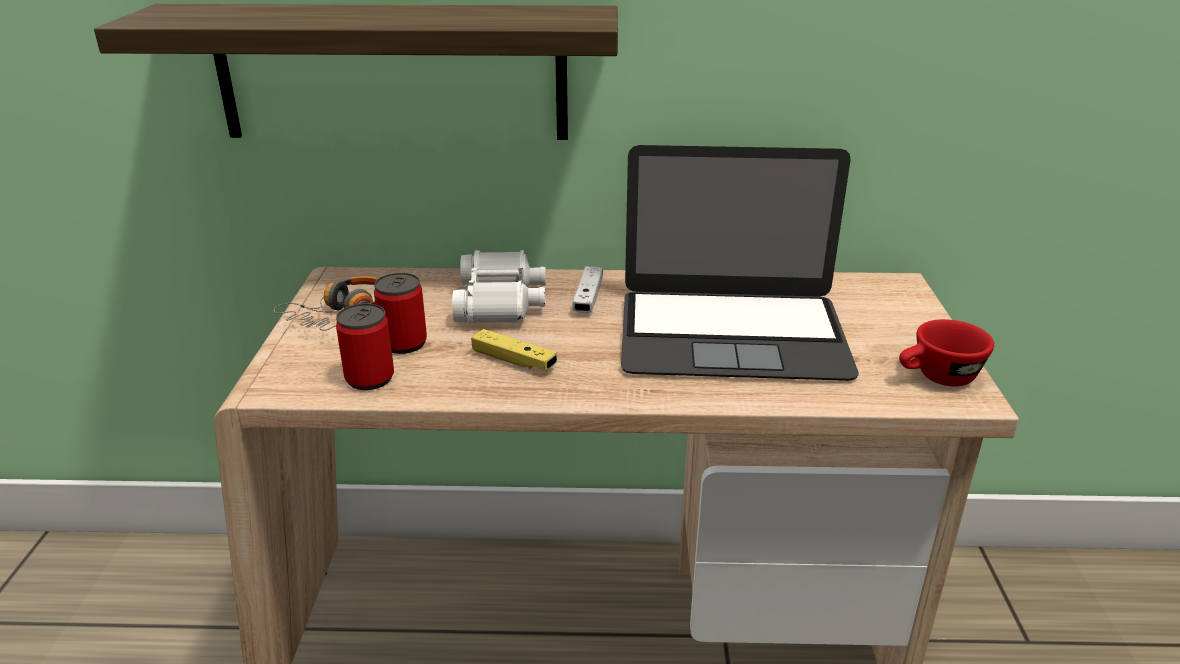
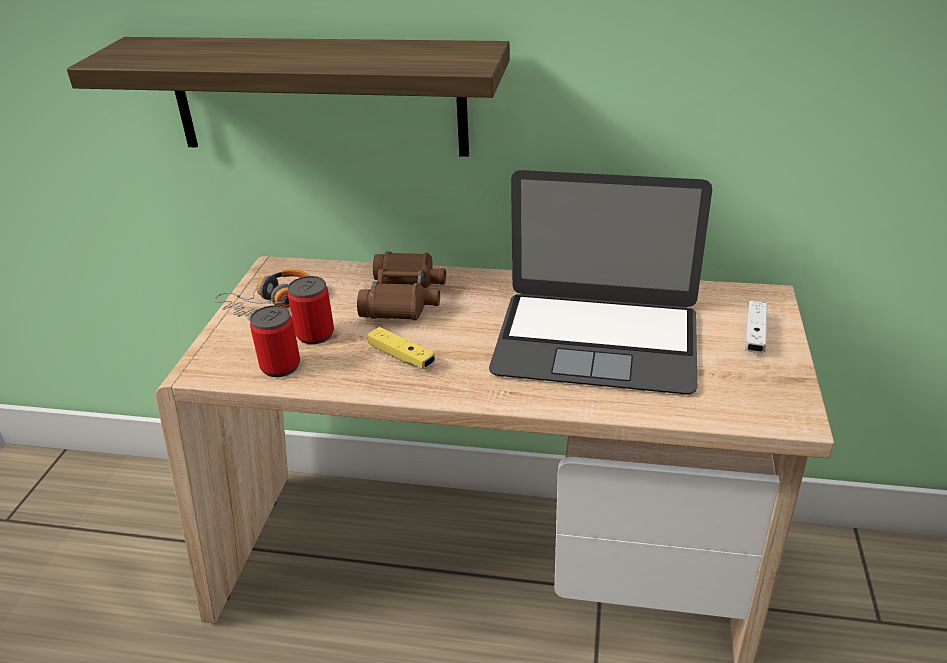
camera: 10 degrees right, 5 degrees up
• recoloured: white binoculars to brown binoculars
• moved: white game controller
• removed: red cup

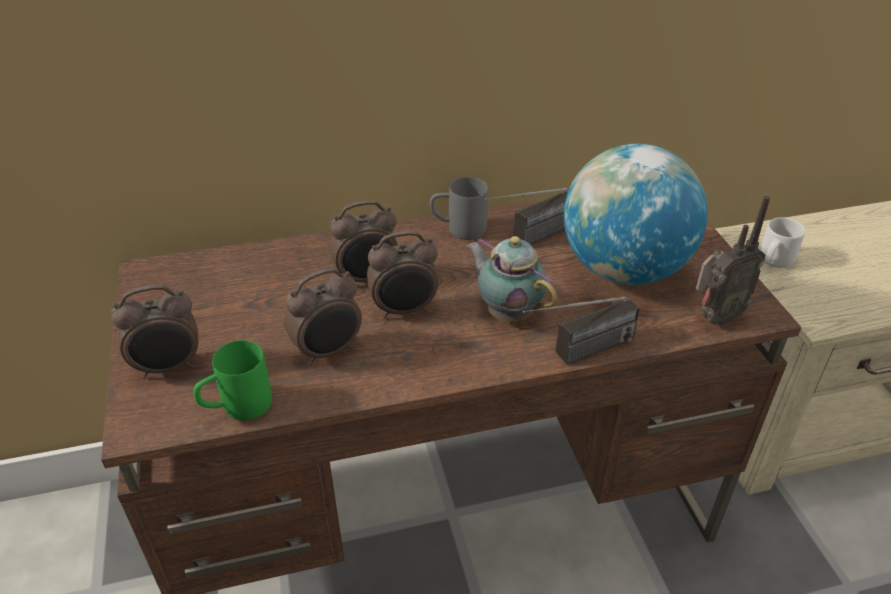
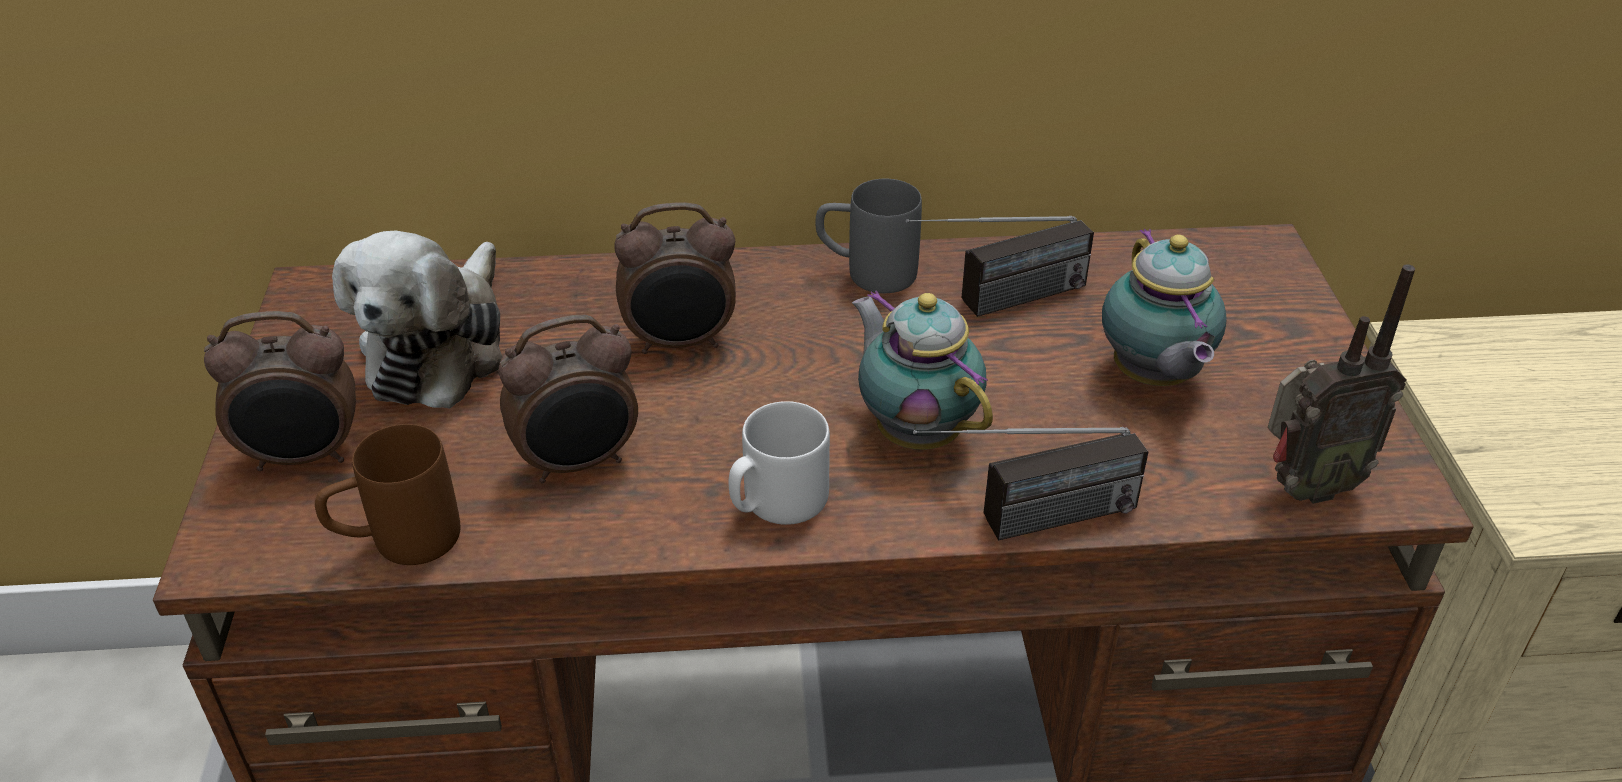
camera: 10 degrees right, 0 degrees up
• recoloured: green mug to brown mug
• added: plush toy
• moved: grey mug (2nd from left in the first image) to grey mug (1st from left)
• replaced: globe to teapot (2nd from left)
• removed: alarm clock (4th from left)

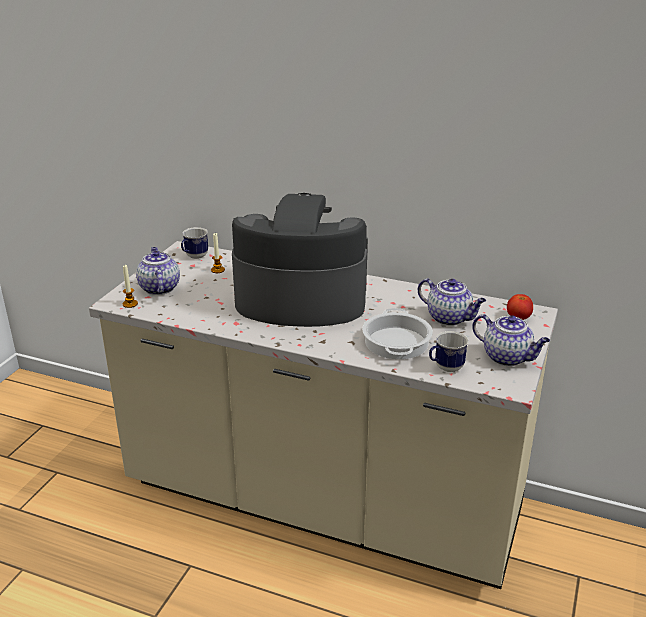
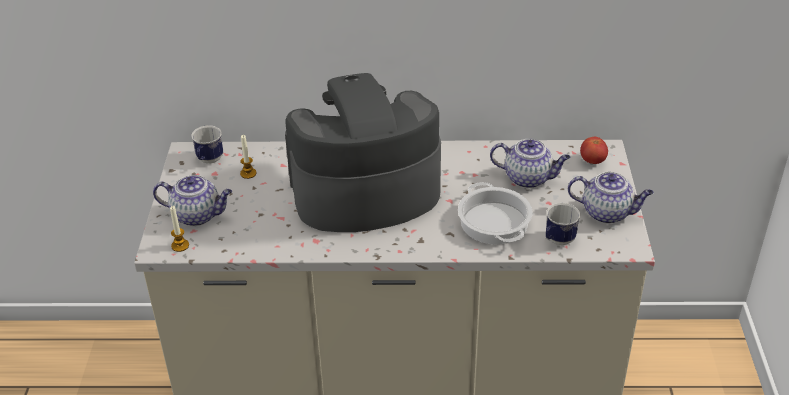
camera: 20 degrees left, 10 degrees up
• turned: teapot (1st from left) 135 degrees clockwise

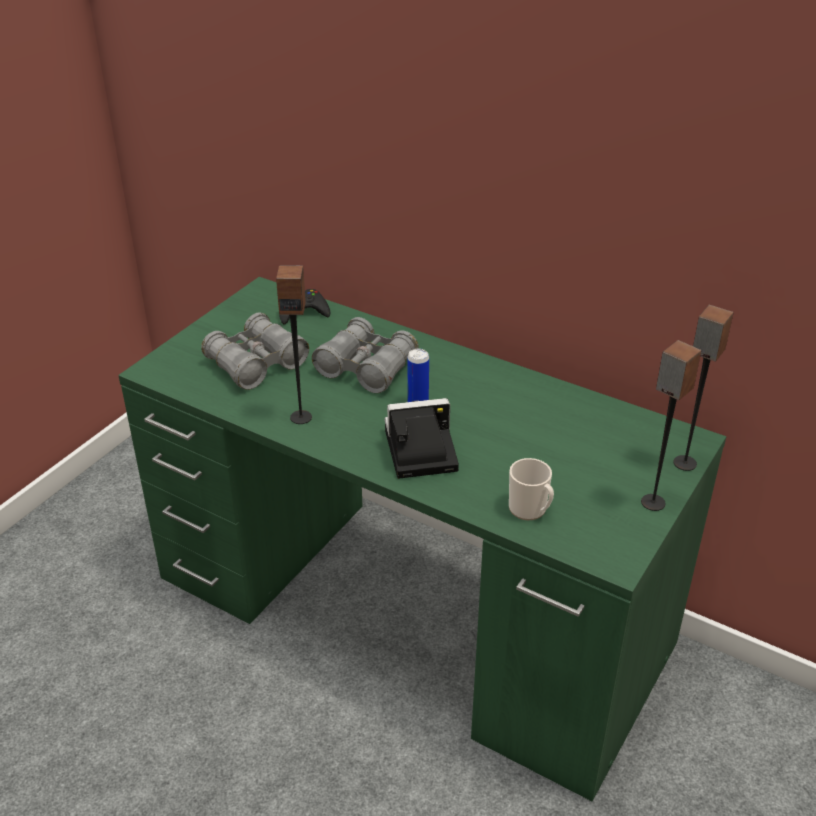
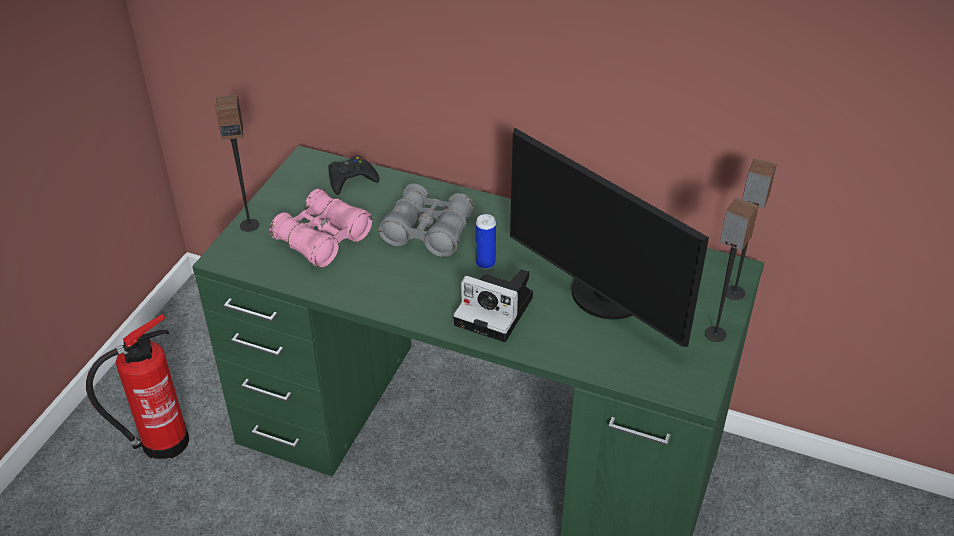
camera: 10 degrees left, 5 degrees up
• added: fire extinguisher
• moved: speaker (1st from left)
• recoloured: grey binoculars (1st from left) to pink binoculars
• turned: photo camera 135 degrees counterclockwise
• added: monitor
• removed: mug

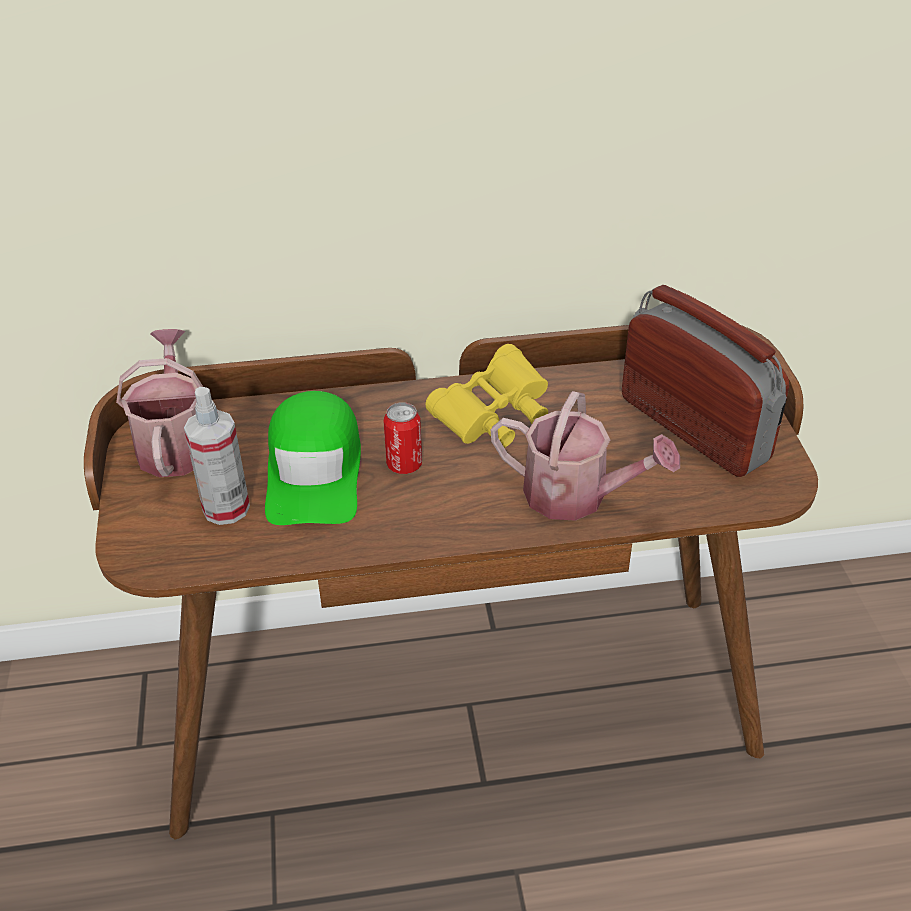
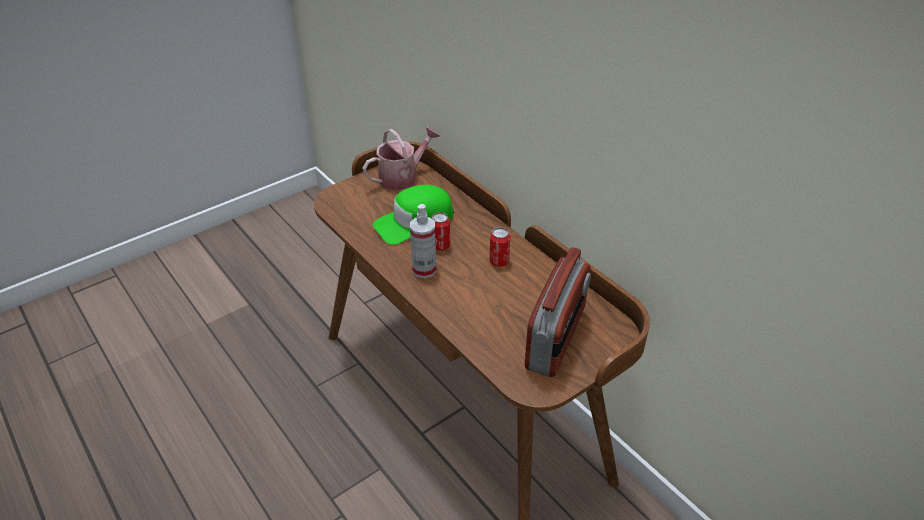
camera: 60 degrees right, 0 degrees up
• moved: spray bottle
• replaced: yellow binoculars to can (2nd from left)
• removed: watering can (2nd from left)

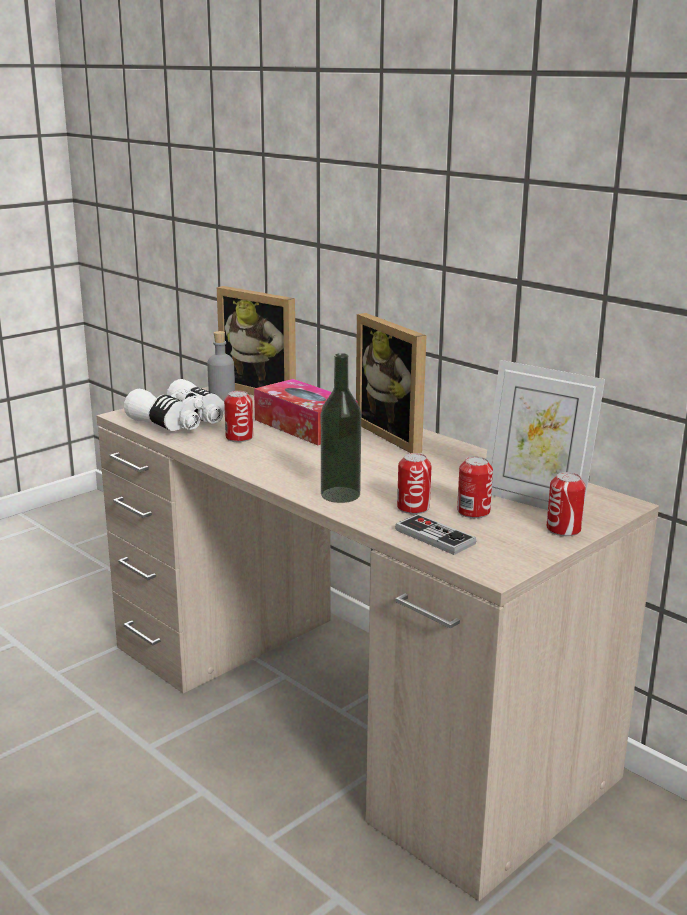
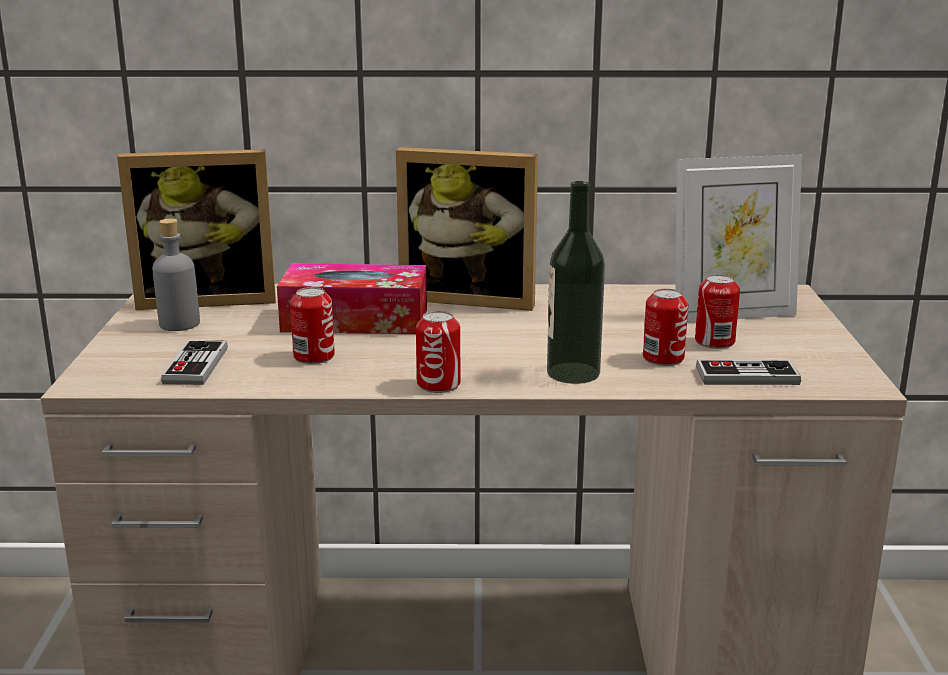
camera: 45 degrees left, 0 degrees up
• replaced: white binoculars to game controller (1st from left)
• moved: can (4th from left in the first image) to can (2nd from left)

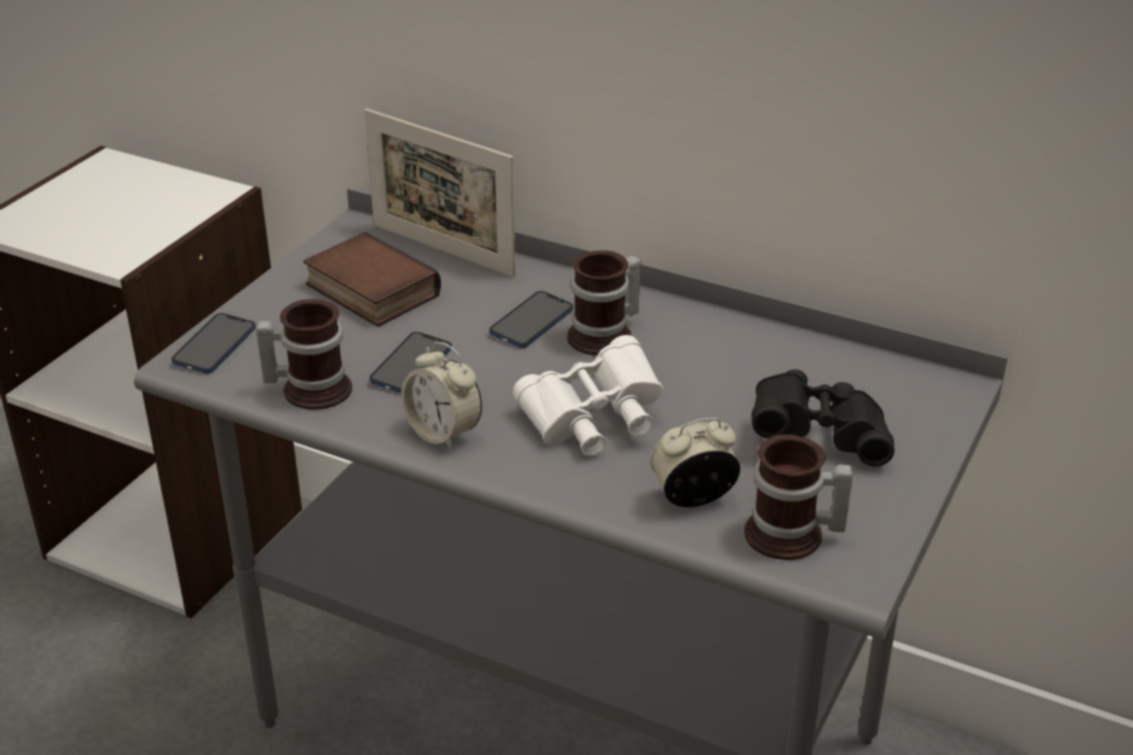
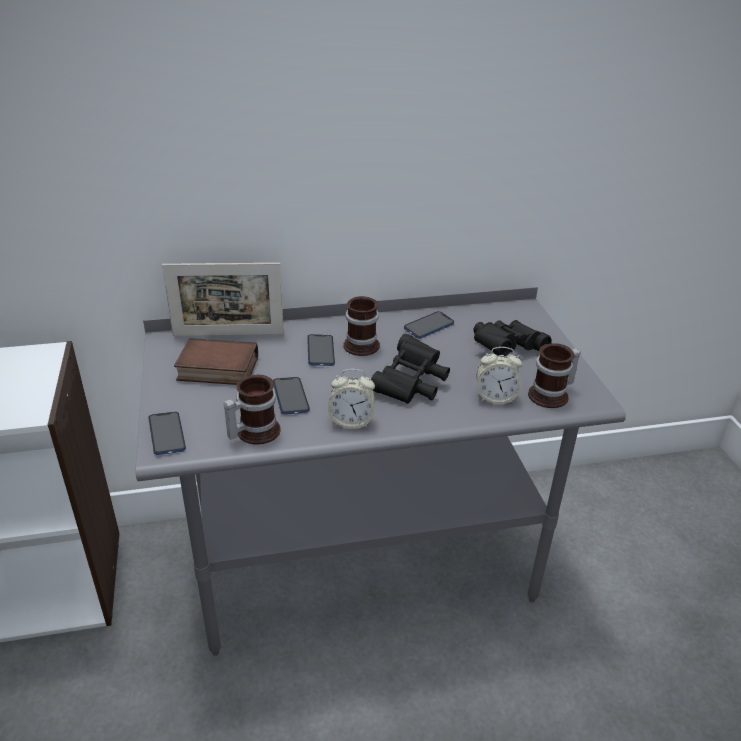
camera: 40 degrees left, 0 degrees up
• recoloured: white binoculars to black binoculars (1st from left)
• added: phone (4th from left)
• turned: alarm clock (2nd from left) 120 degrees counterclockwise

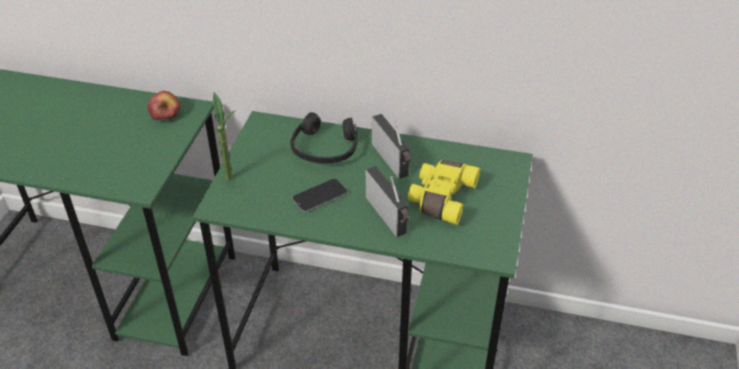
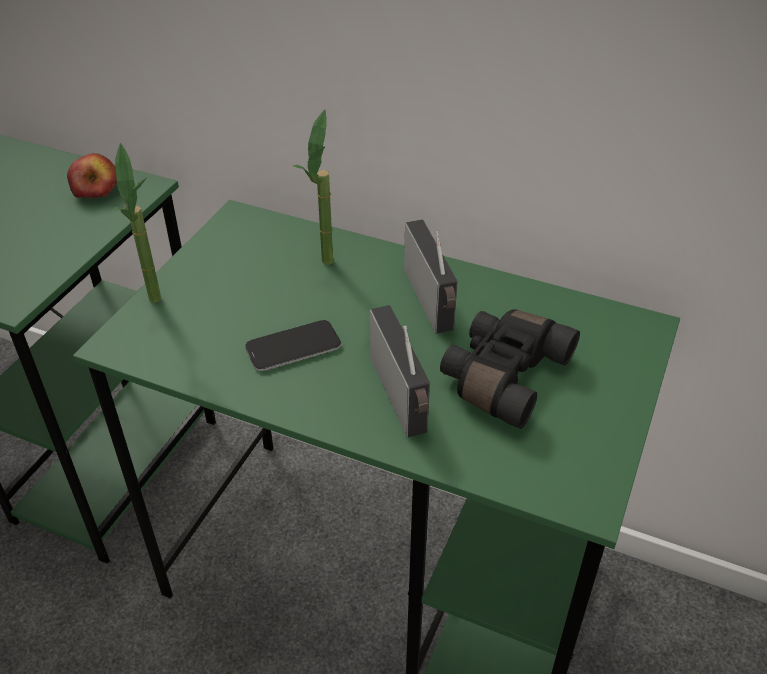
camera: 10 degrees right, 0 degrees up
• replaced: black headphones to potted plant (2nd from left)
• recoloured: yellow binoculars to black binoculars

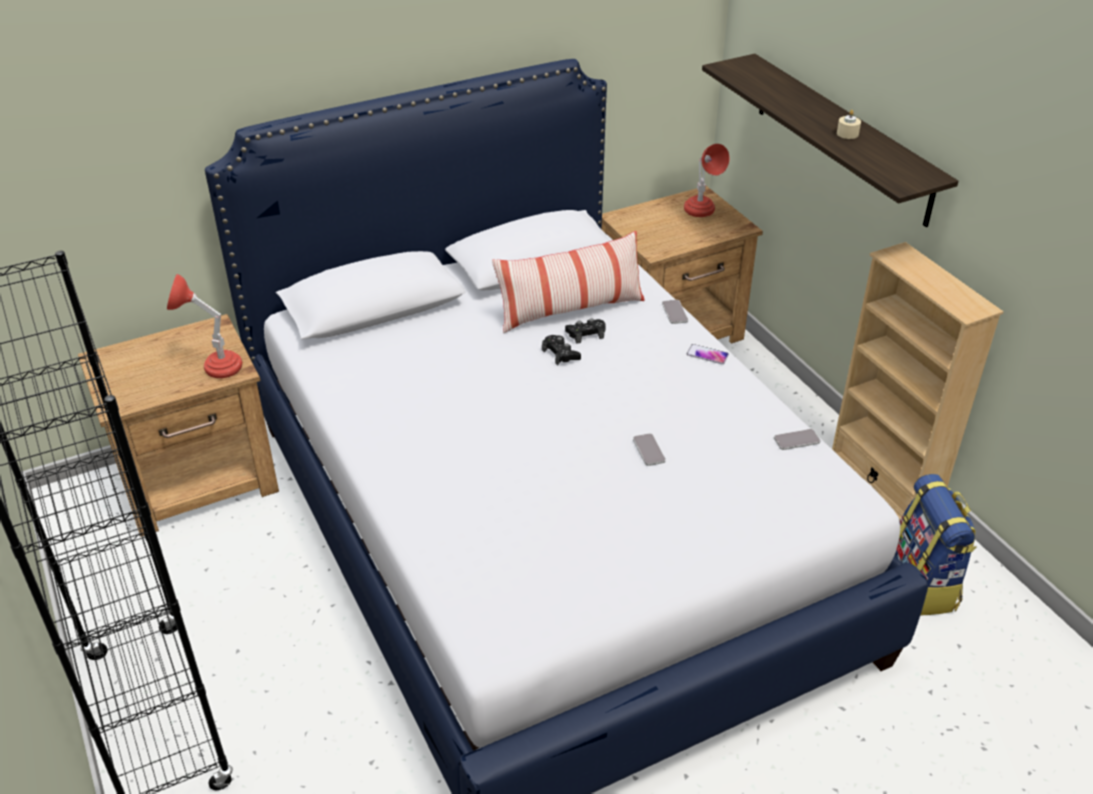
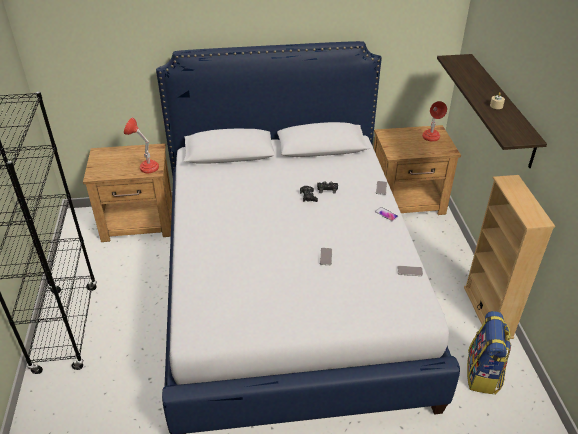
camera: 20 degrees right, 0 degrees up
• removed: pillow

